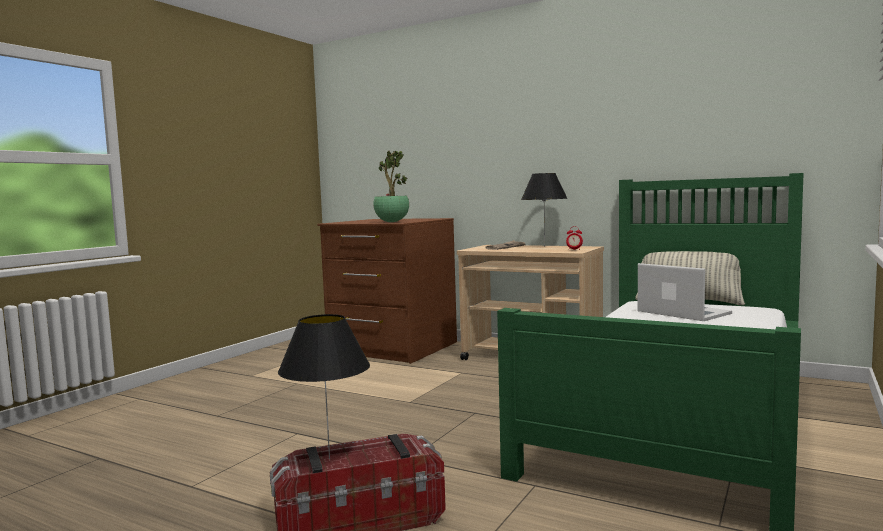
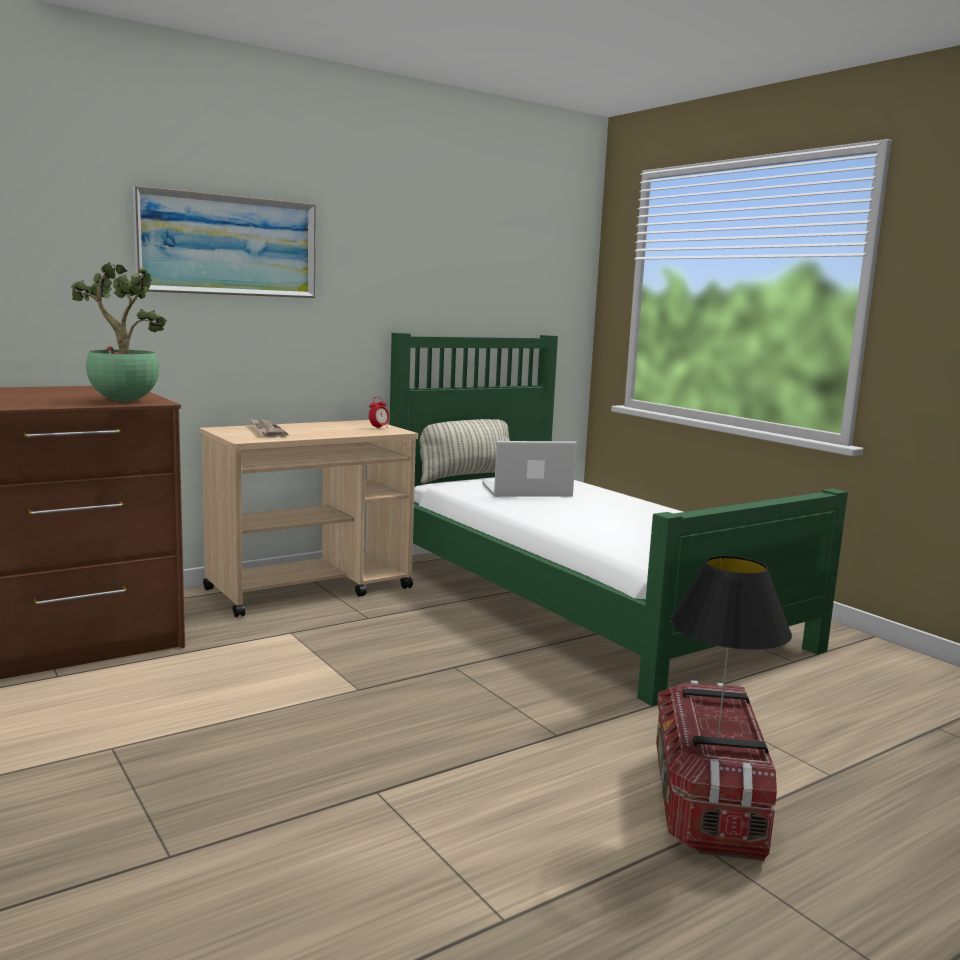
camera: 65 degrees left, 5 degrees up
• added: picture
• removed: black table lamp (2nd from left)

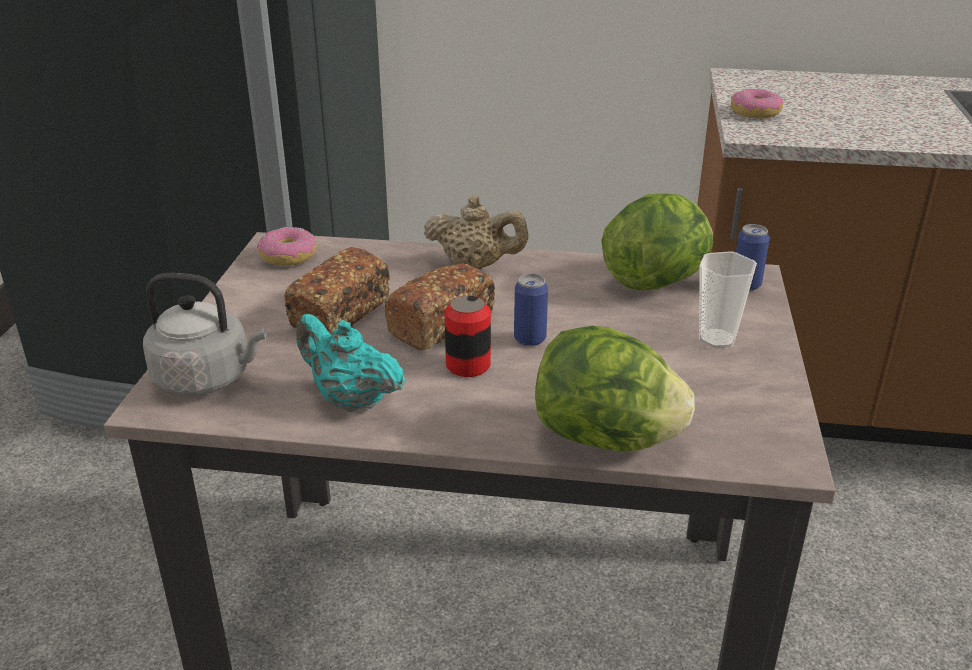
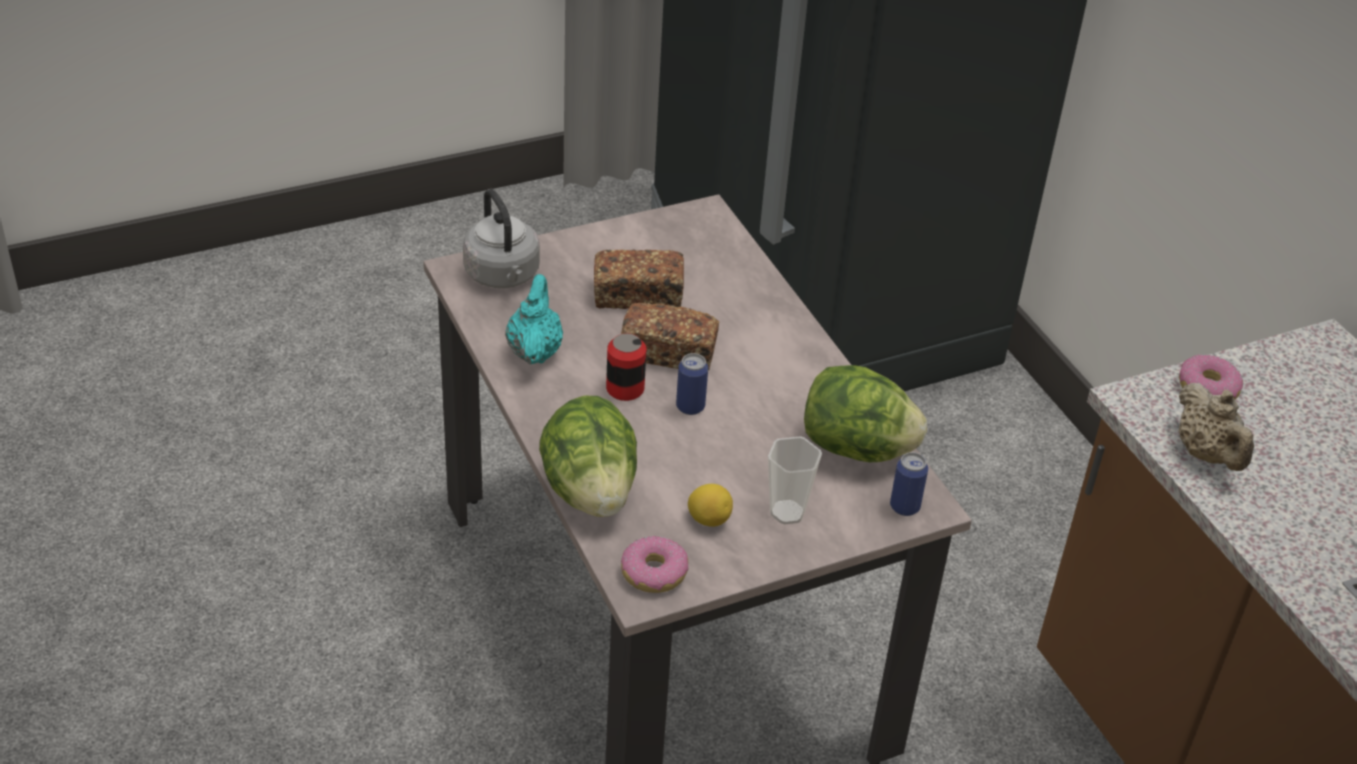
camera: 55 degrees right, 10 degrees up
• moved: donut (1st from left)
• added: lemon
• moved: beige teapot

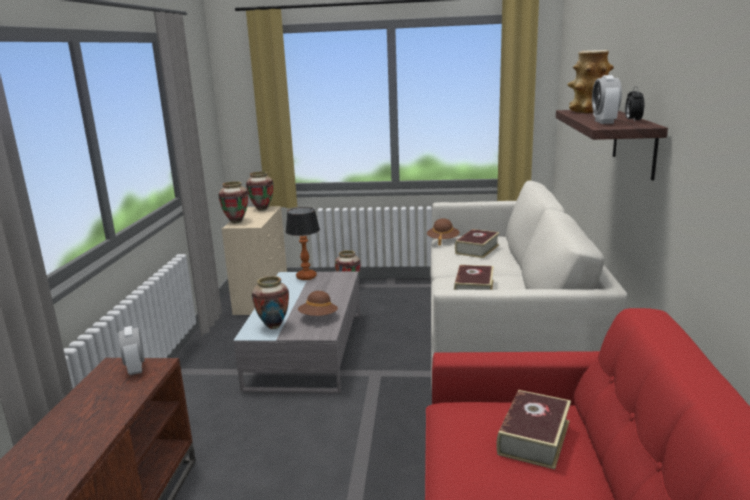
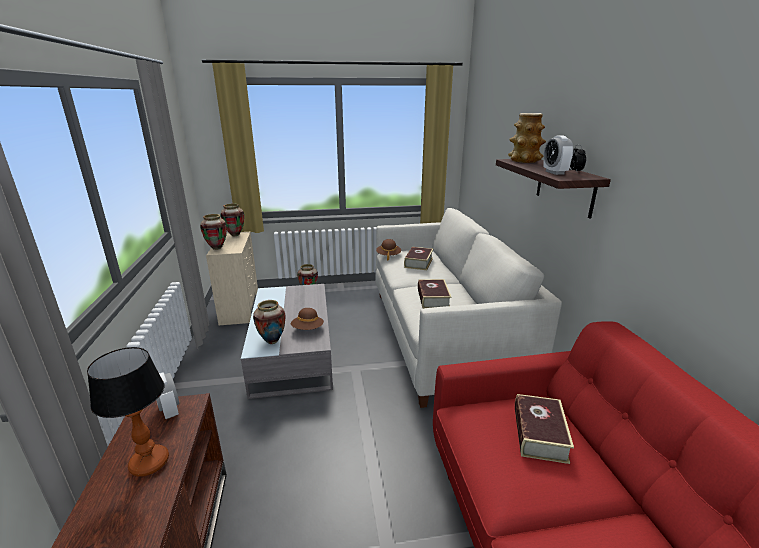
camera: 15 degrees left, 5 degrees up
• moved: table lamp

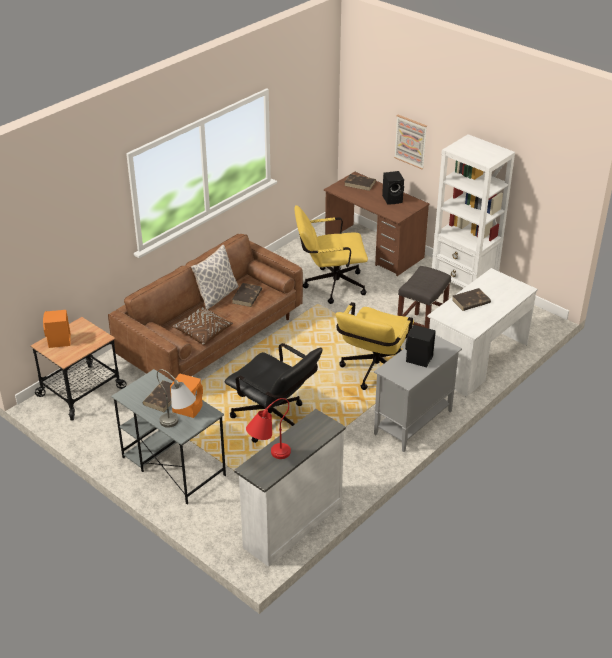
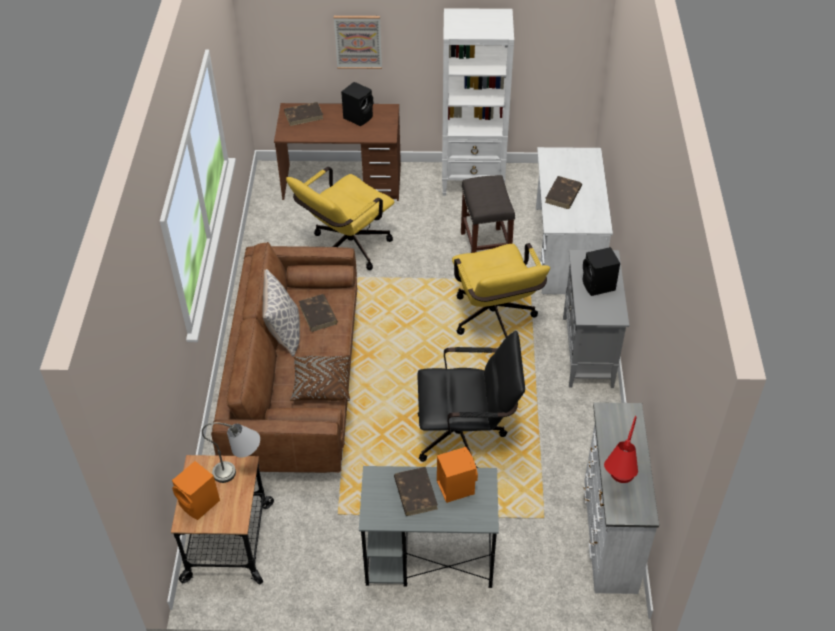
camera: 40 degrees left, 10 degrees up
• moved: grey table lamp

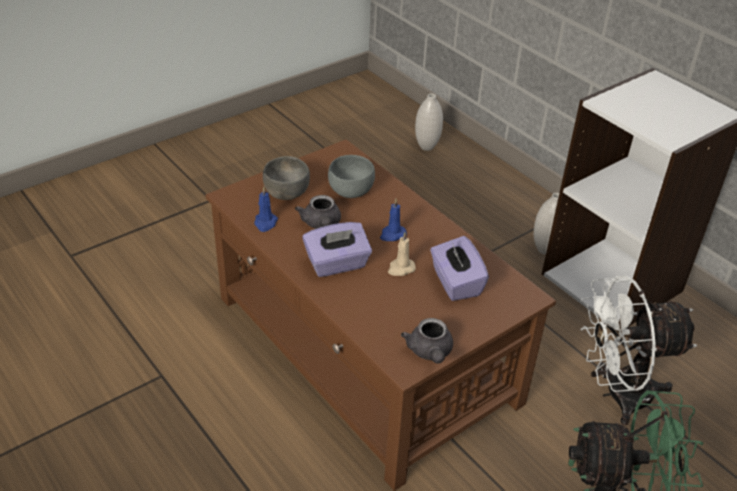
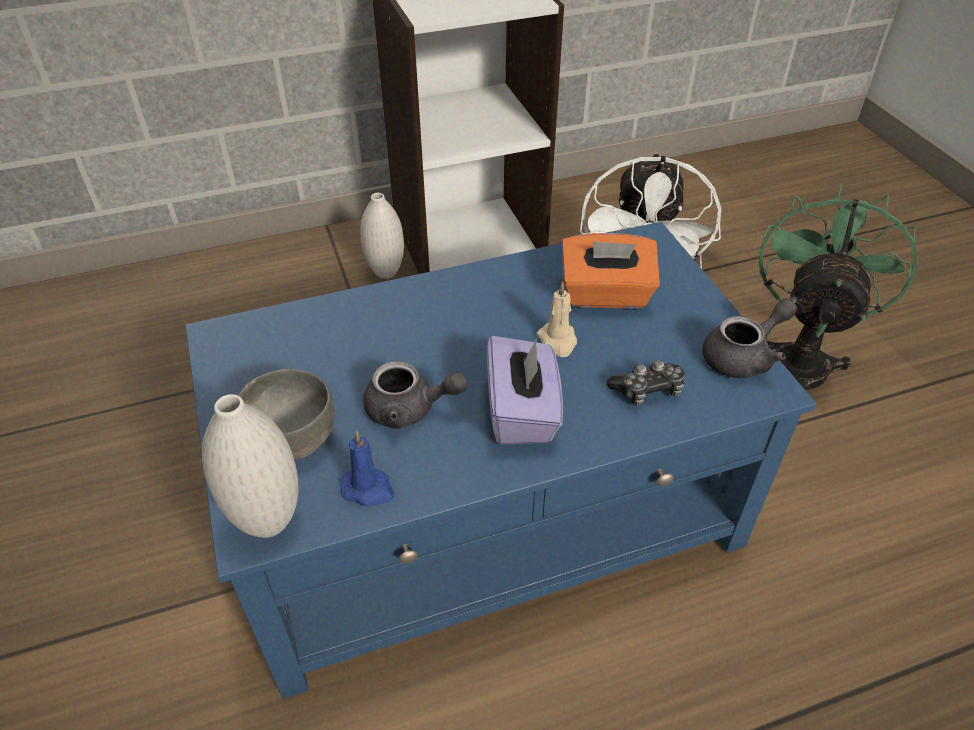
camera: 70 degrees left, 5 degrees up
• recoloured: brown coffee table to blue coffee table
• moved: white vase (1st from left)
• recoloured: purple tissue box (2nd from left) to orange tissue box
• added: game controller
• turned: grey teapot (2nd from left) 45 degrees counterclockwise
• removed: grey bowl (2nd from left)
• removed: blue candle (2nd from left)

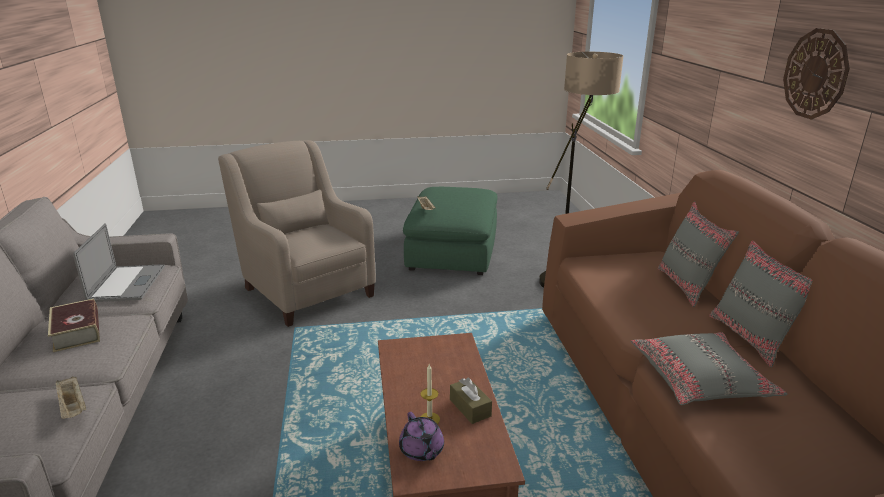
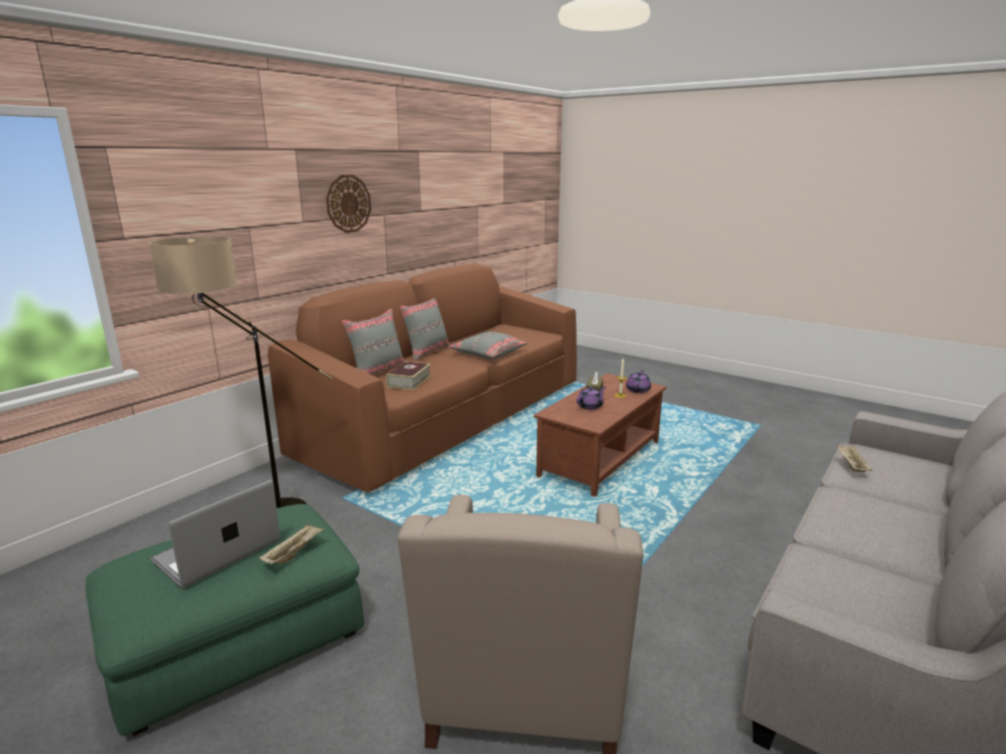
camera: 135 degrees left, 5 degrees down
• moved: laptop
• moved: book
• added: purple teapot (1st from left)

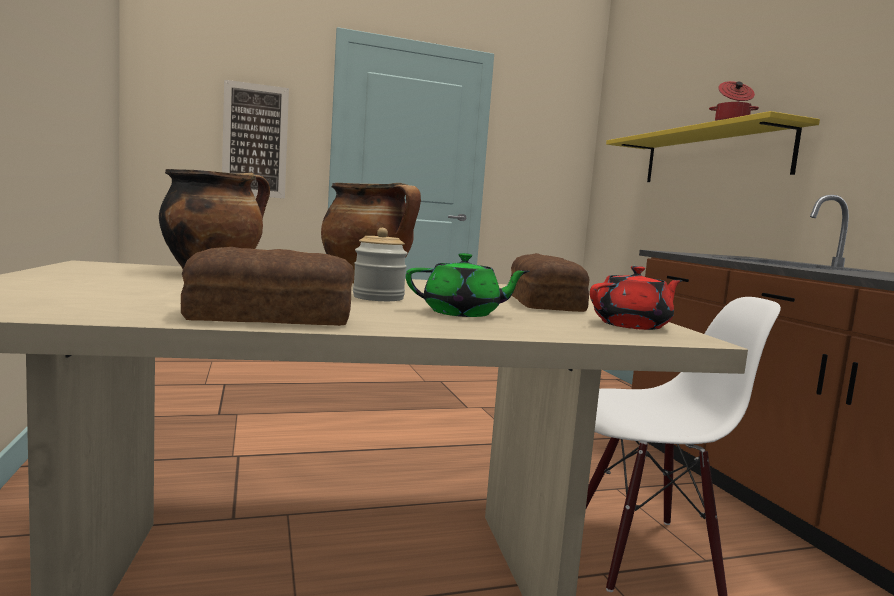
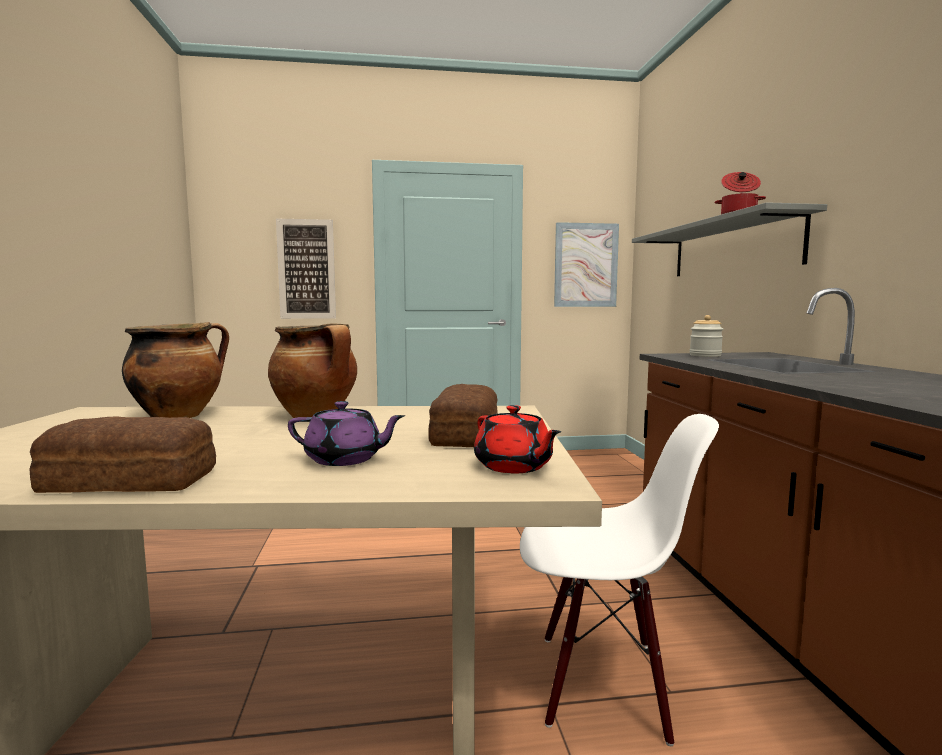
camera: 10 degrees right, 0 degrees up
• recoloured: green teapot to purple teapot
• turned: red teapot 75 degrees clockwise
• added: picture (2nd from left)
• recoloured: yellow shelf to grey shelf
• moved: jar

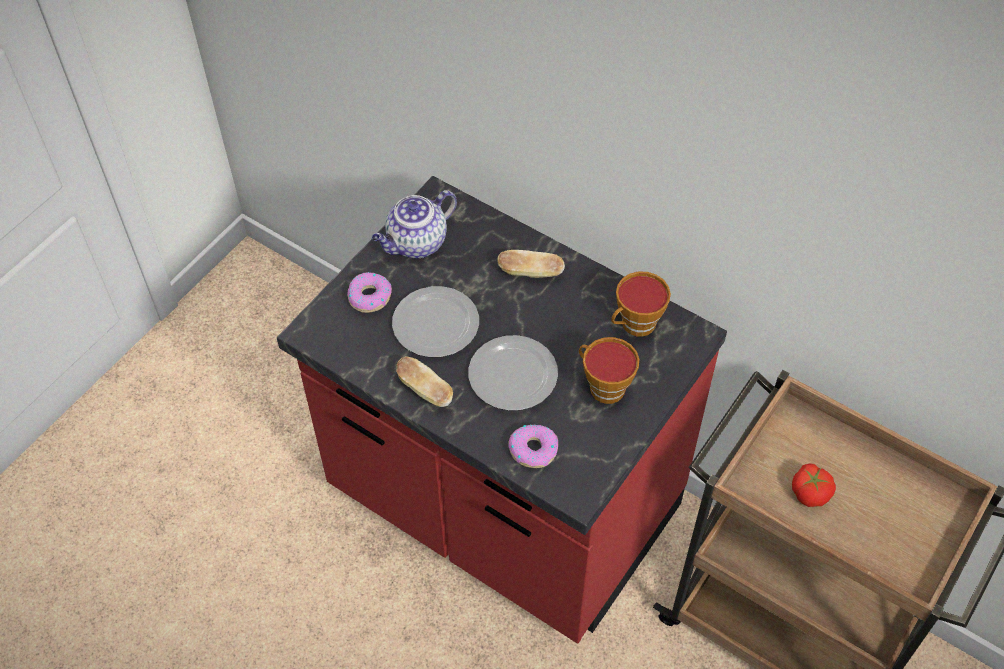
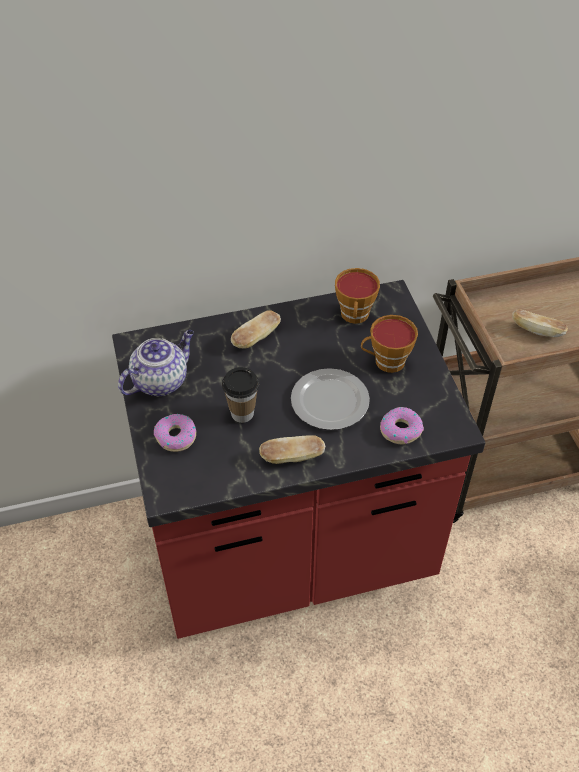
camera: 50 degrees left, 5 degrees down
• turned: teapot 135 degrees counterclockwise
• replaced: plate (1st from left) to cup (1st from left)
• replaced: tomato to bread (3rd from left)

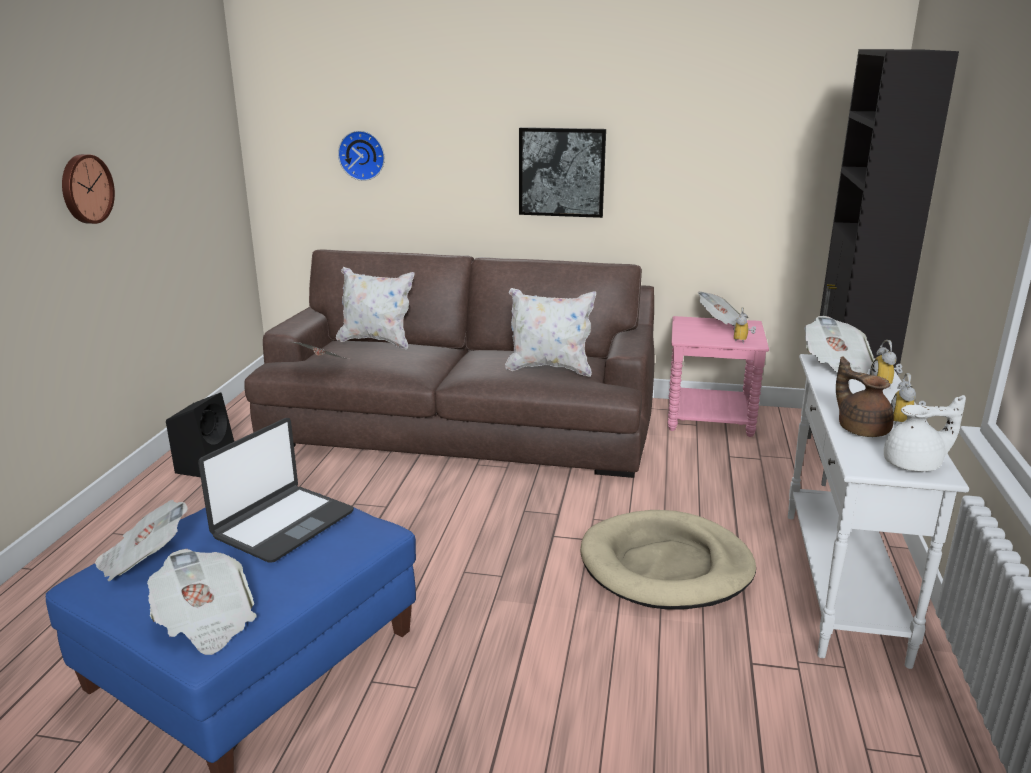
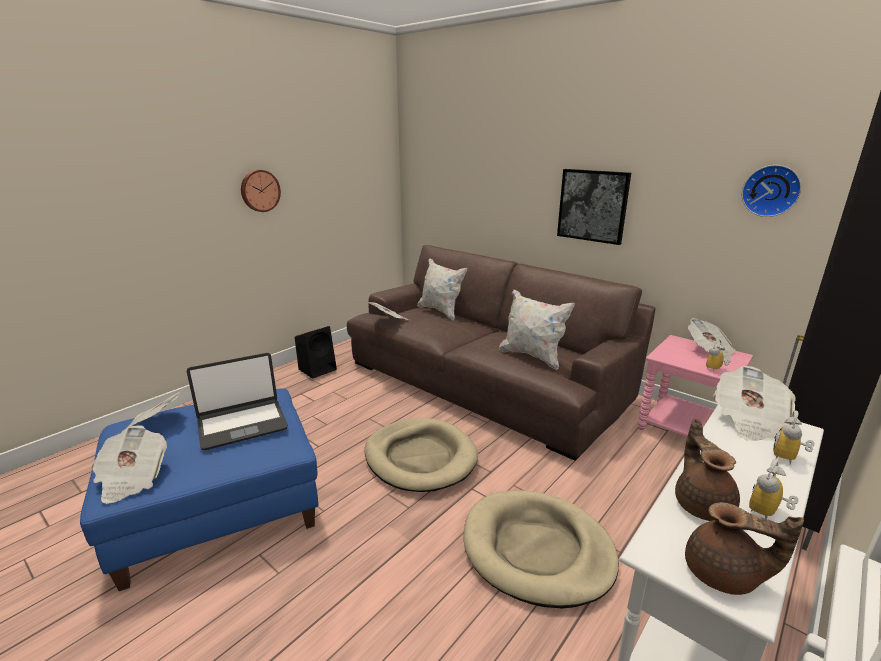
camera: 30 degrees right, 0 degrees up
• added: beige dog bed (1st from left)
• recoloured: white teapot to brown teapot (2nd from left)
• moved: wall clock (2nd from left)

